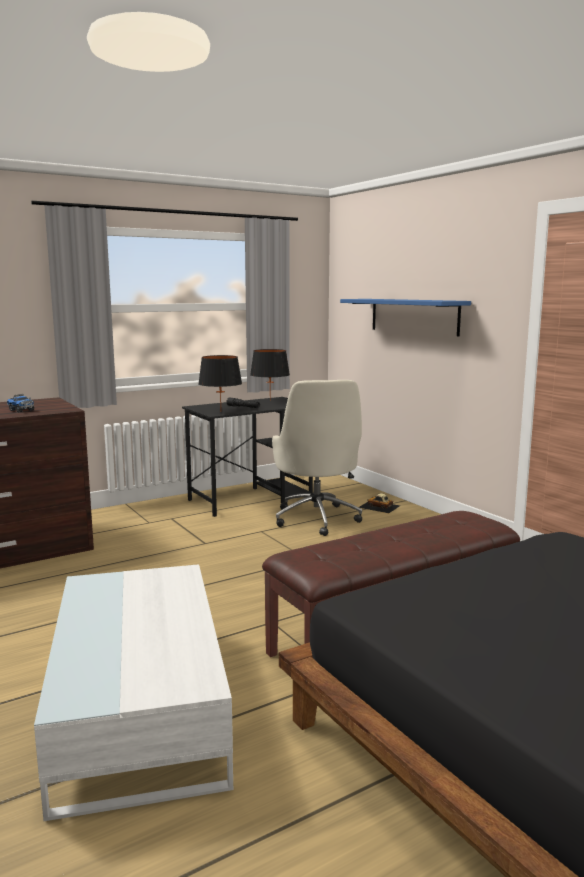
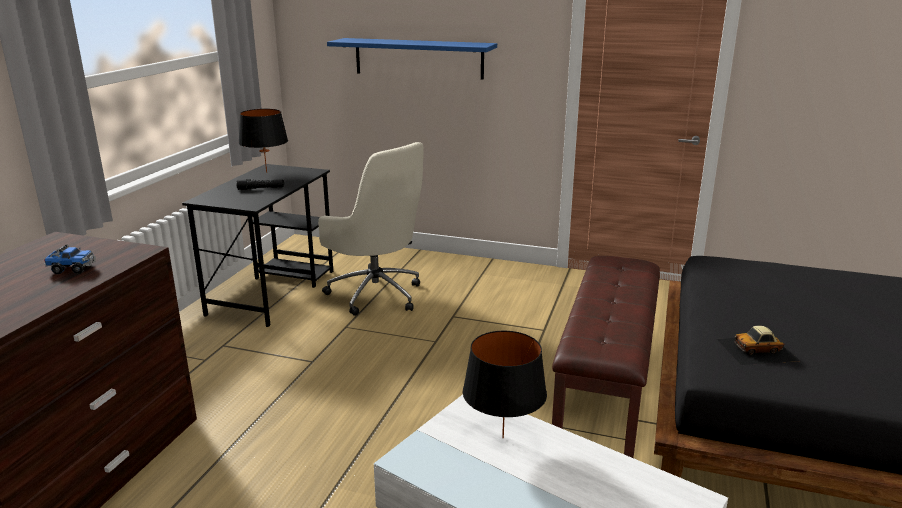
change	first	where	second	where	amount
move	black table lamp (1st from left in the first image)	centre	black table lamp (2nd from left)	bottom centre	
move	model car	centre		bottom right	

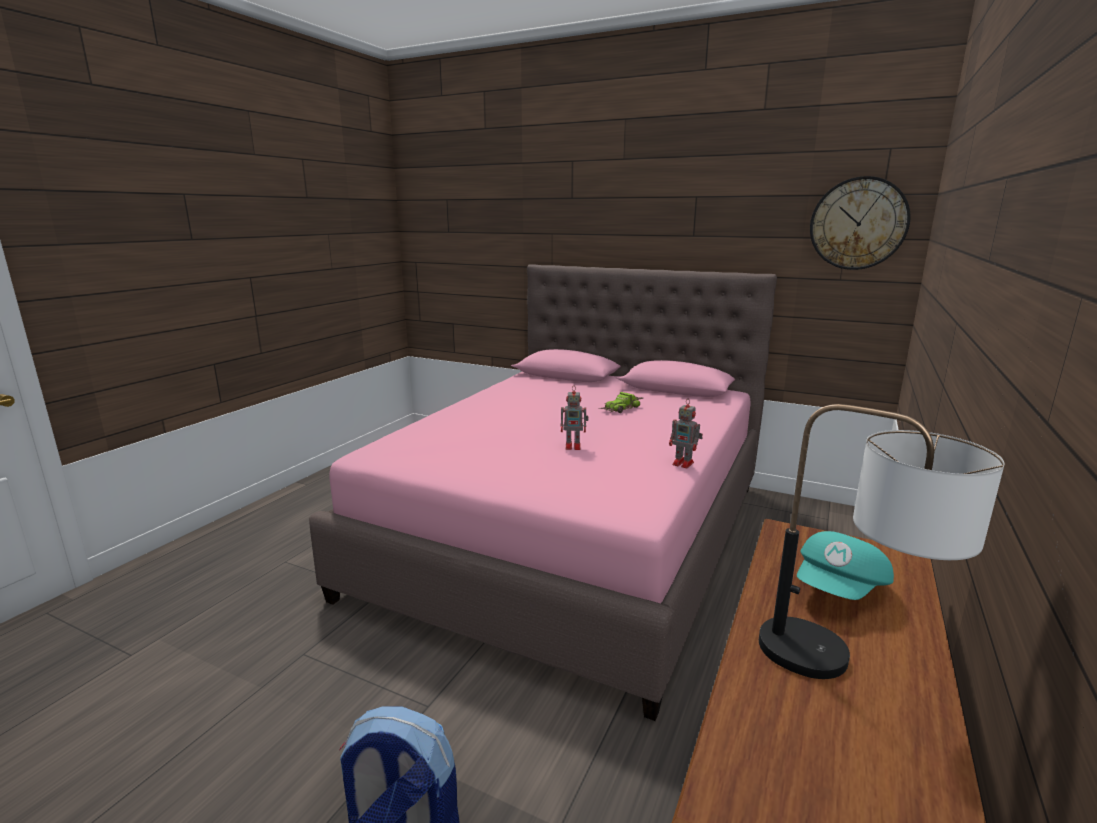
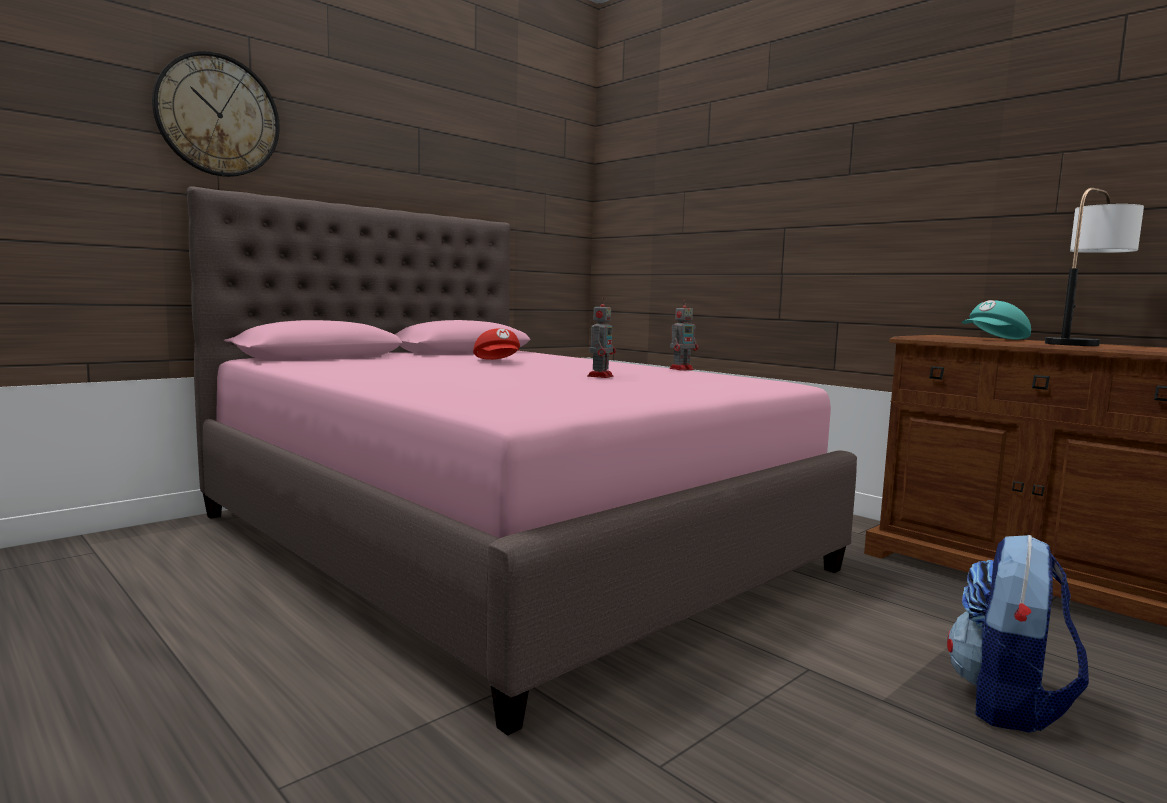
change	first	where	second	where	amount
replace	model car	centre	red baseball cap	centre	
rotate	turquoise baseball cap	bottom right		middle right	90 degrees clockwise
move	clock on the wall	top right		top left	

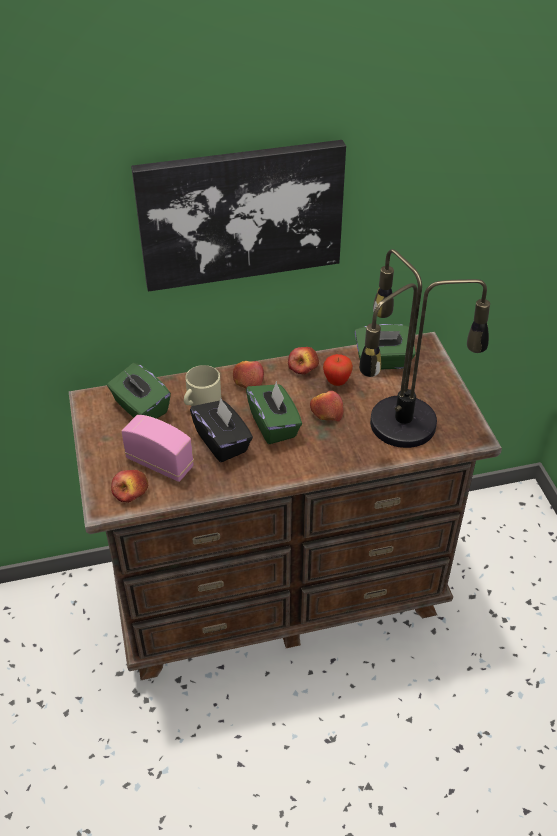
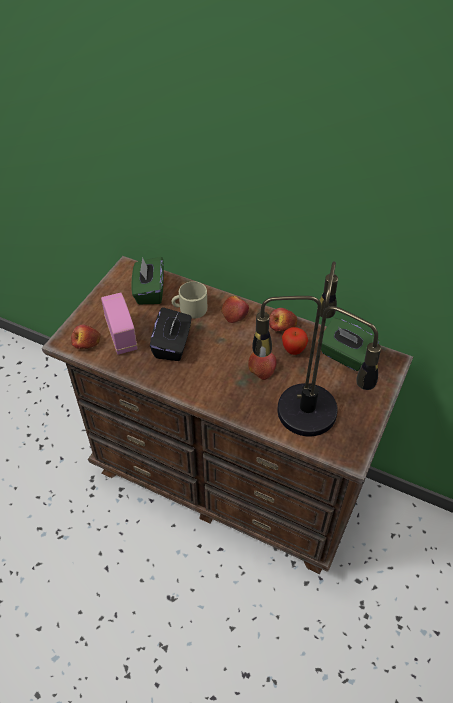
change	first	where	second	where	amount
delete	wall picture	top centre			
delete	green-coloured tissue box (2nd from left)	centre			

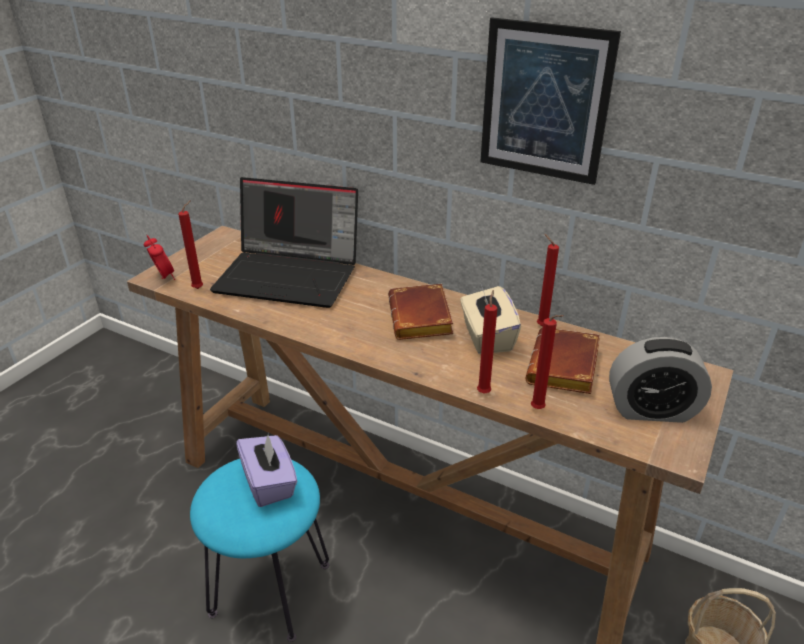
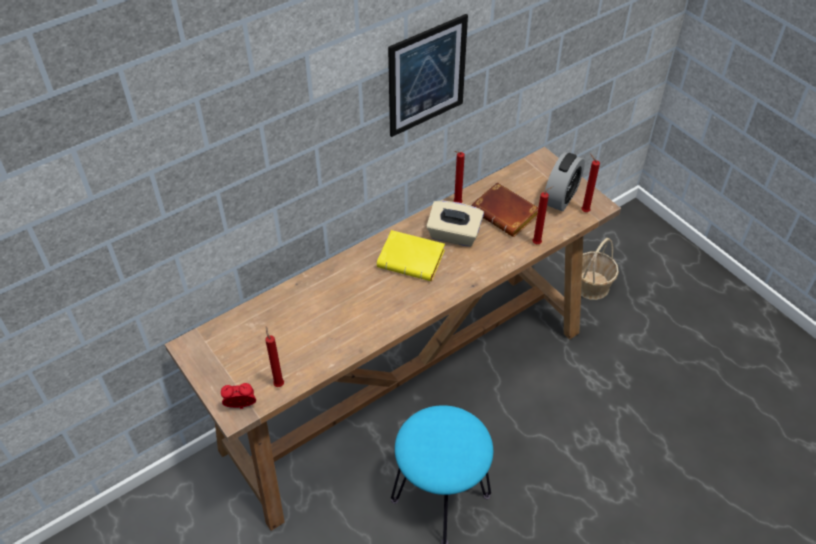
change	first	where	second	where	amount
delete	laptop	centre			
delete	purple tissue box	bottom left			
recolor	brownish bound book (1st from left)	centre	yellow-coloured bound book	centre	
move	red wax light (2nd from left in the first image)	centre	red wax light (4th from left)	middle right	

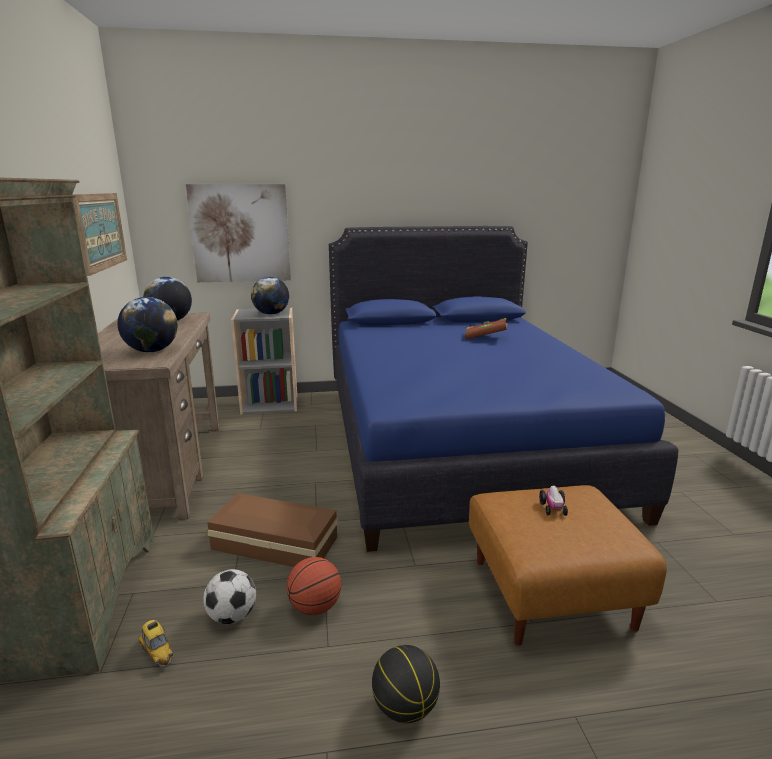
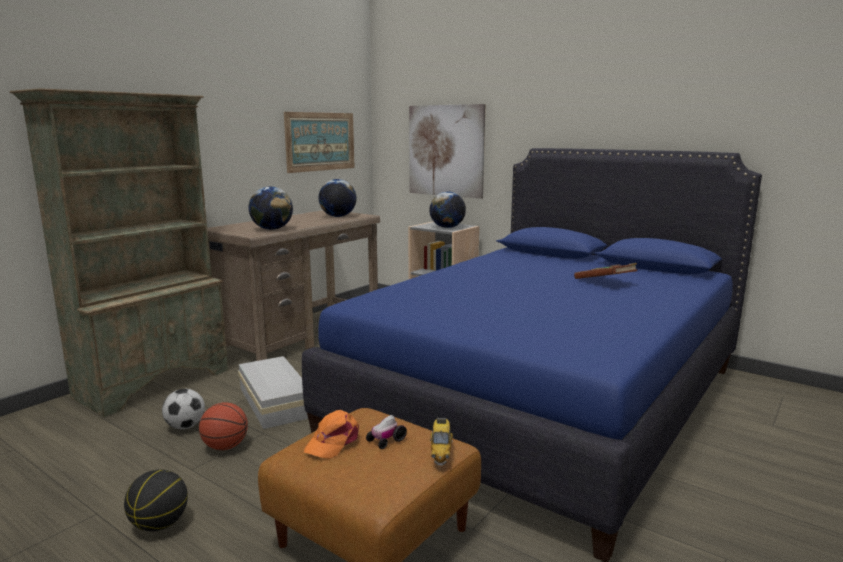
change	first	where	second	where	amount
move	model car (1st from left in the first image)	bottom left	model car (2nd from left)	bottom centre	
recolor	brownish storage container	bottom centre	white-coloured storage container	bottom left	
insert			orange baseball cap	bottom centre	

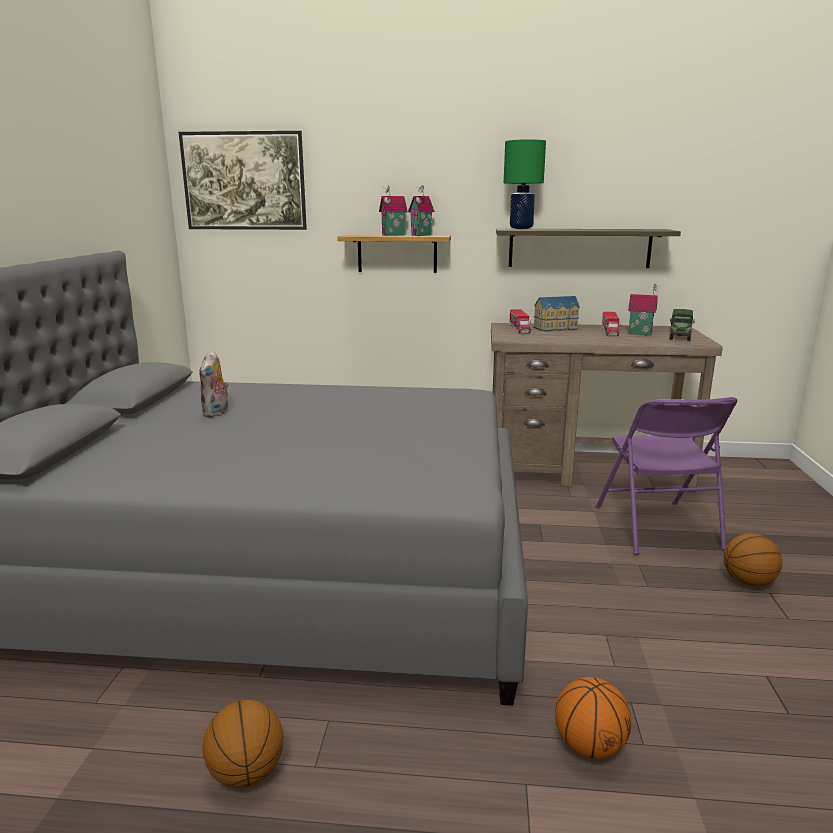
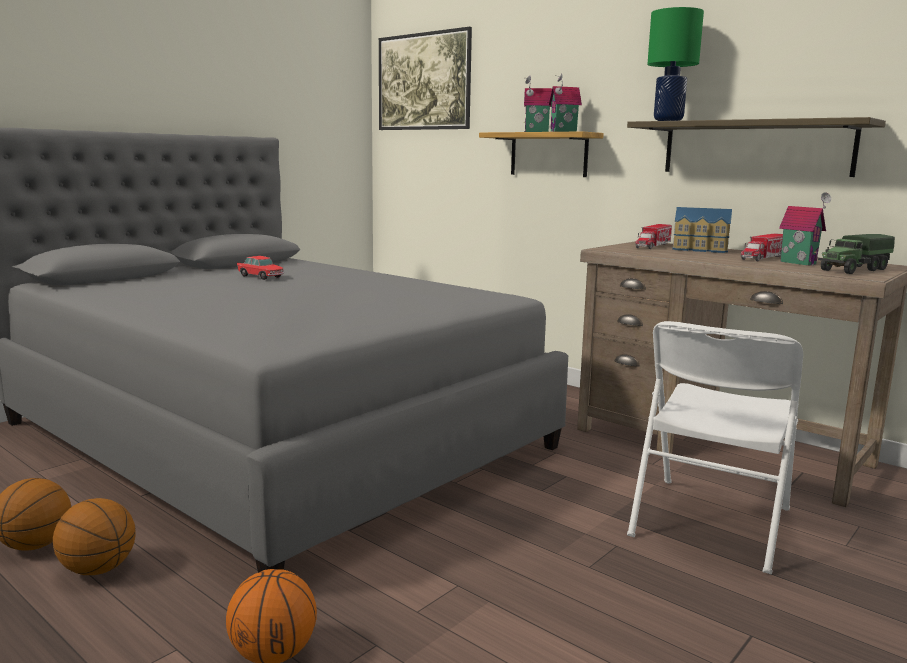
change	first	where	second	where	amount
replace	plush toy	middle left	model car	middle left	
recolor	purple chair	middle right	white-coloured chair	bottom right	
move	ball for basketball (3rd from left in the first image)	bottom right	ball for basketball (2nd from left)	bottom left	

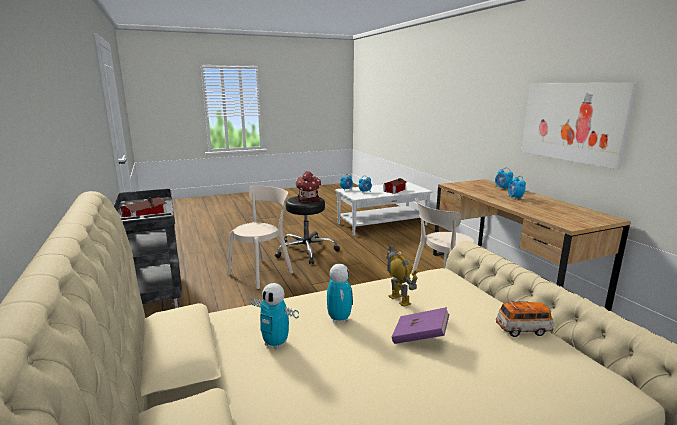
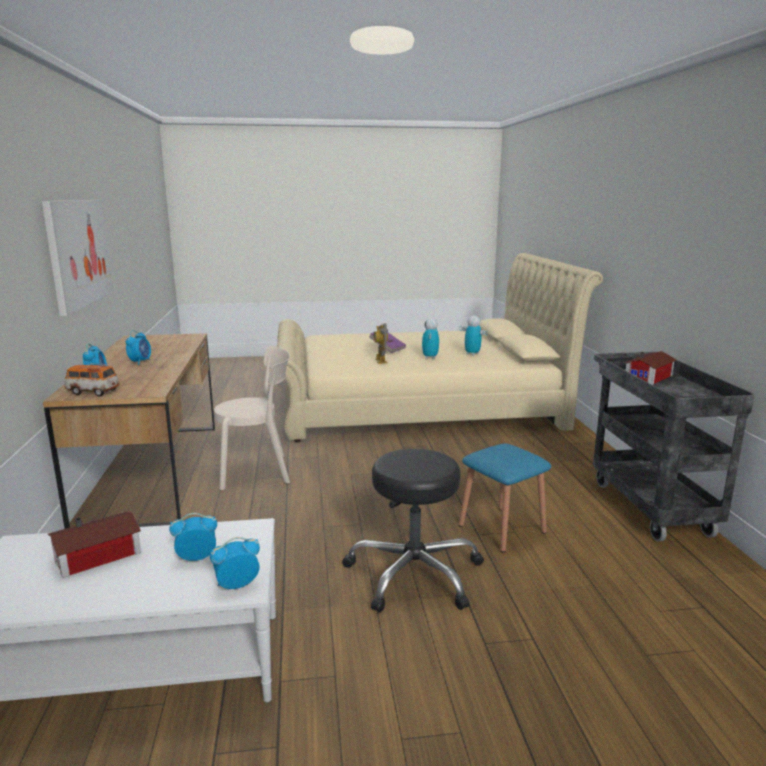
change	first	where	second	where	amount
replace	sand-coloured chair (1st from left)	centre	blue stool	centre	
delete	miniature house (2nd from left)	centre			
move	model car	bottom right		middle left	

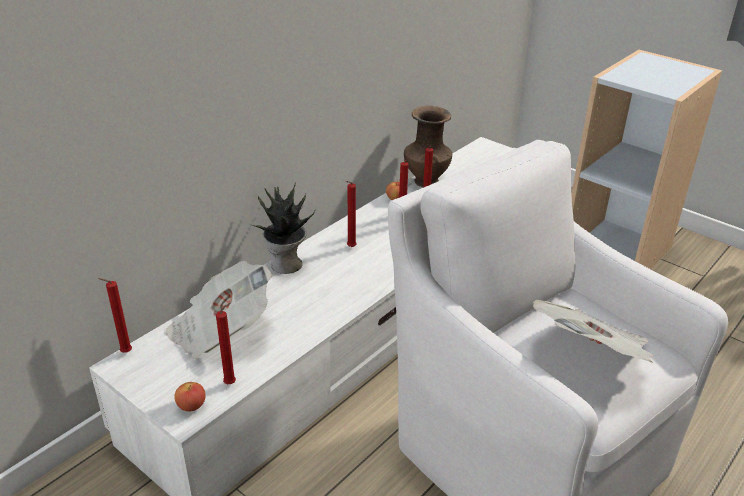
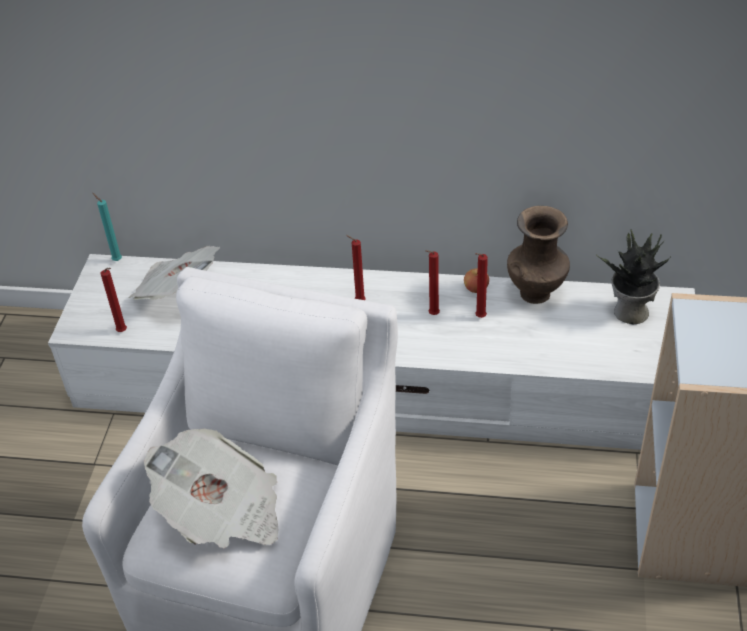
change	first	where	second	where	amount
recolor	red wax light (1st from left)	middle left	turquoise wax light	middle left	
delete	whole apple (1st from left)	bottom left			
move	houseplant	centre		middle right	

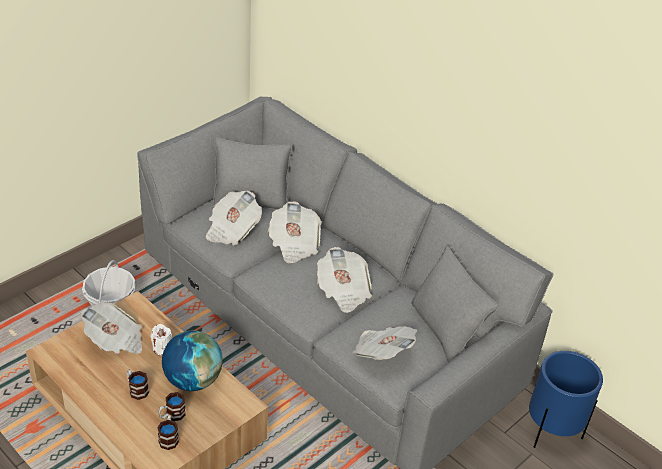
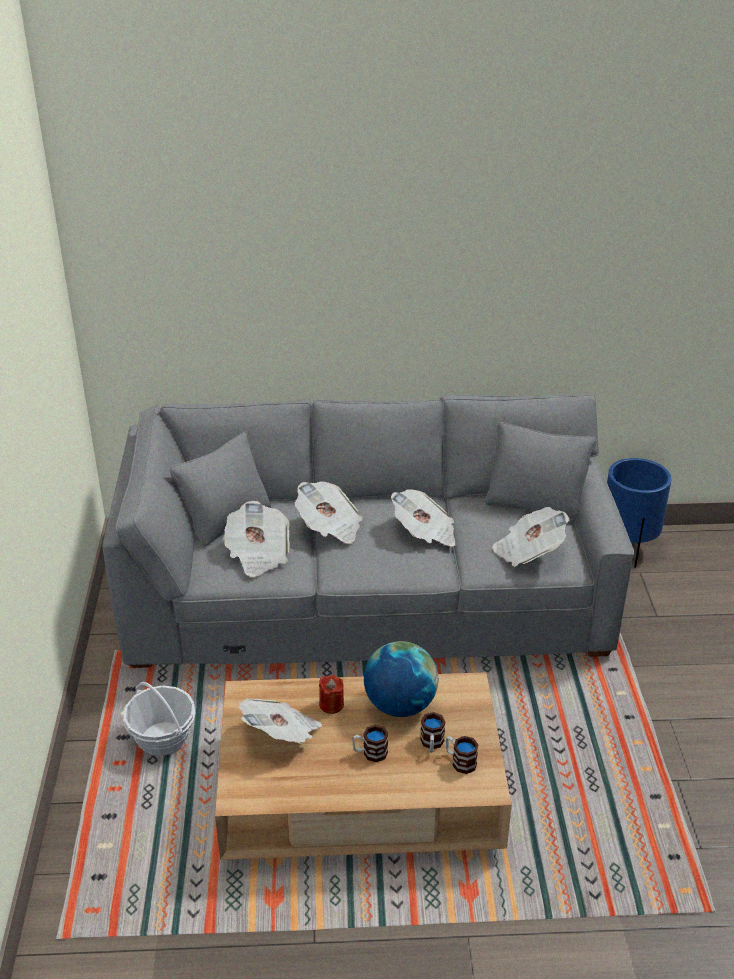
change	first	where	second	where	amount
recolor	white-coloured wax light	bottom left	red wax light	bottom centre	

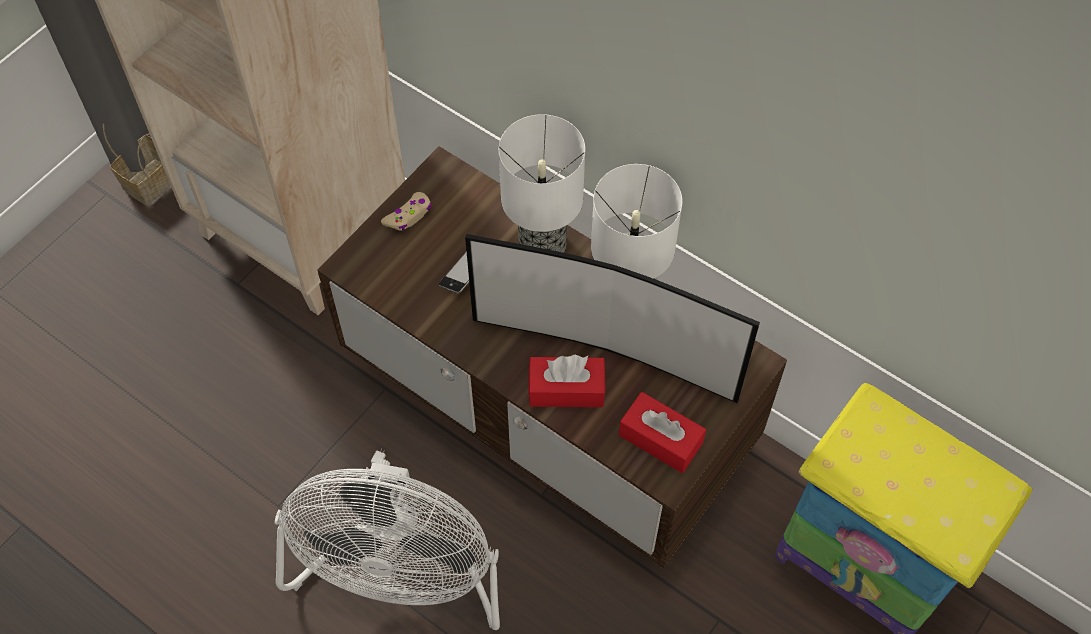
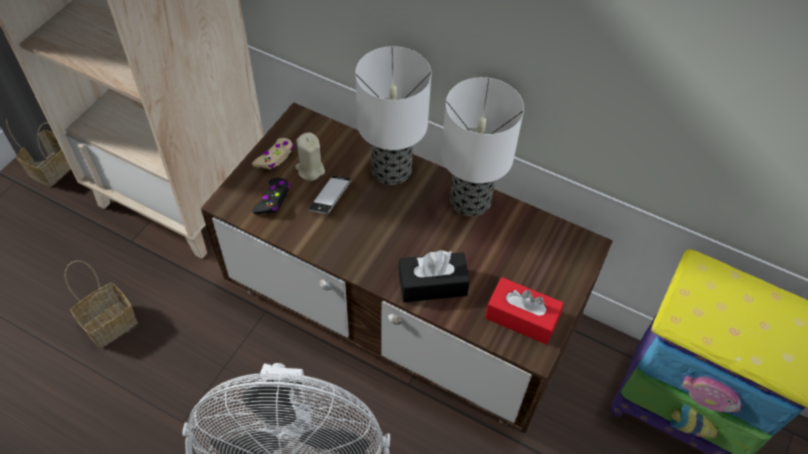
change	first	where	second	where	amount
delete	TV set	centre			
recolor	red tissue box (1st from left)	centre	black tissue box	centre	
insert			household basket (2nd from left)	bottom left	
insert			black game controller	centre	
insert			sand-coloured wax light	centre	

